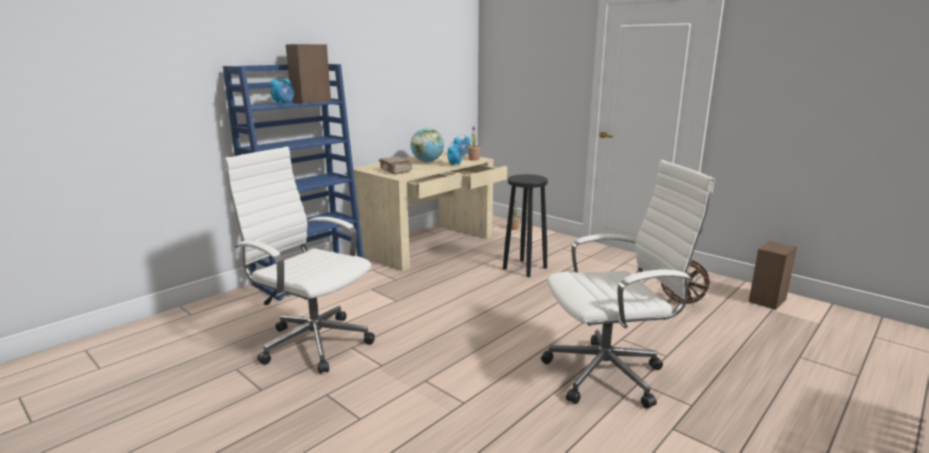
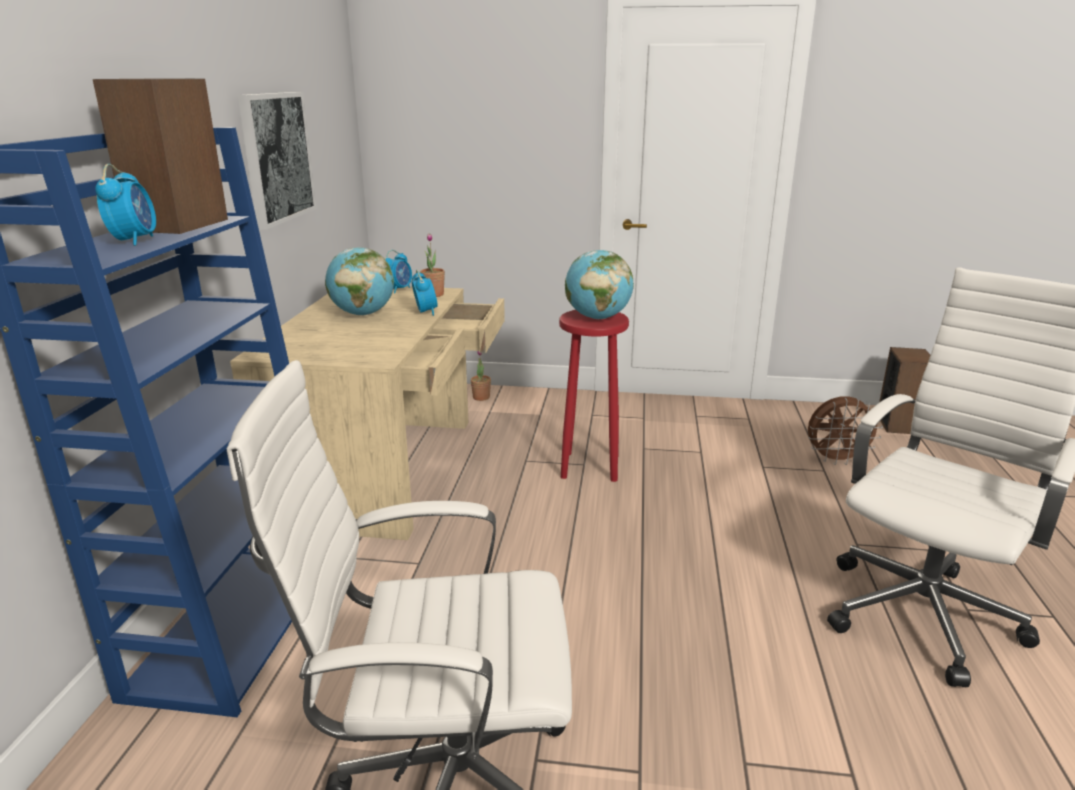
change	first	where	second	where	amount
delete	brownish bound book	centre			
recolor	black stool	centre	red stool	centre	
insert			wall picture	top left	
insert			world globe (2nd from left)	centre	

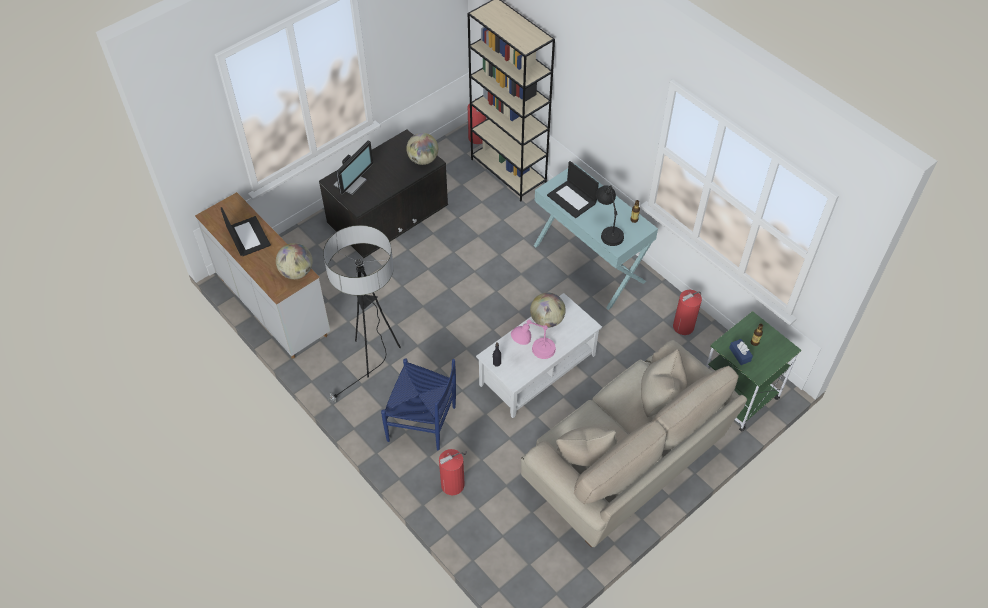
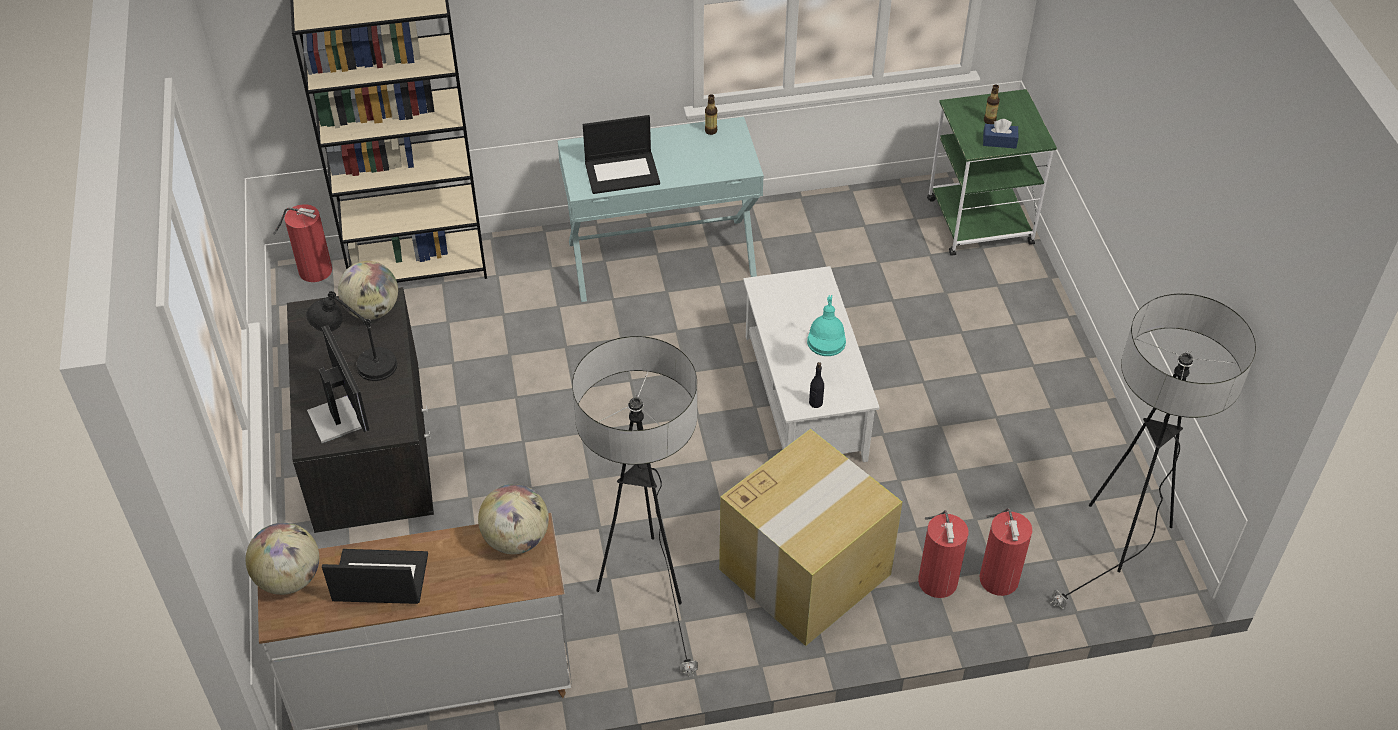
change	first	where	second	where	amount
replace	blue chair	centre	cardboard box	bottom centre	
recolor	pinkish table lamp	centre	turquoise table lamp	centre	
delete	sand-coloured sofa	bottom centre			
move	world globe (3rd from left in the first image)	centre	world globe (1st from left)	bottom left	
move	black table lamp	centre		middle left	
move	extinguisher (3rd from left)	middle right		bottom right	
insert			standing lamp (2nd from left)	middle right	

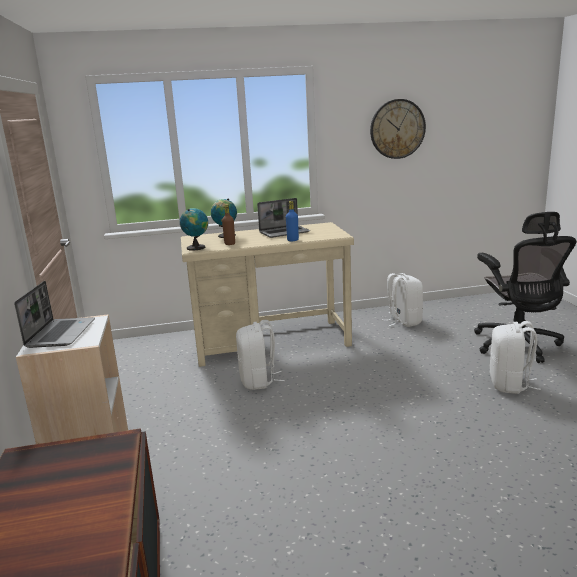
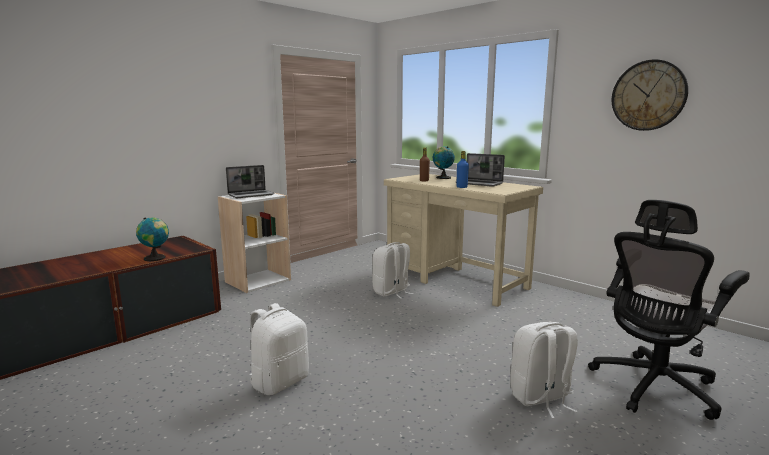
change	first	where	second	where	amount
move	world globe (1st from left)	centre		middle left	
move	white-coloured backpack (2nd from left in the first image)	middle right	white-coloured backpack (1st from left)	bottom centre	

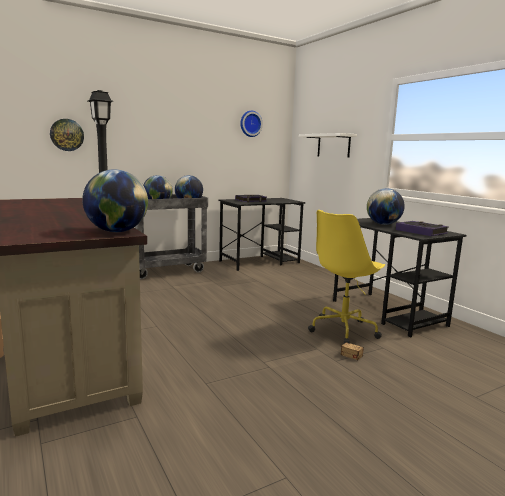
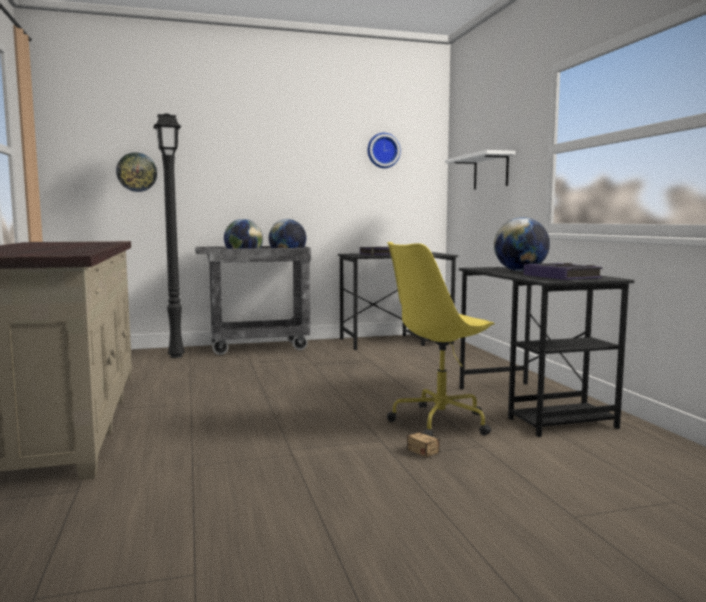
change	first	where	second	where	amount
delete	world globe (1st from left)	middle left			

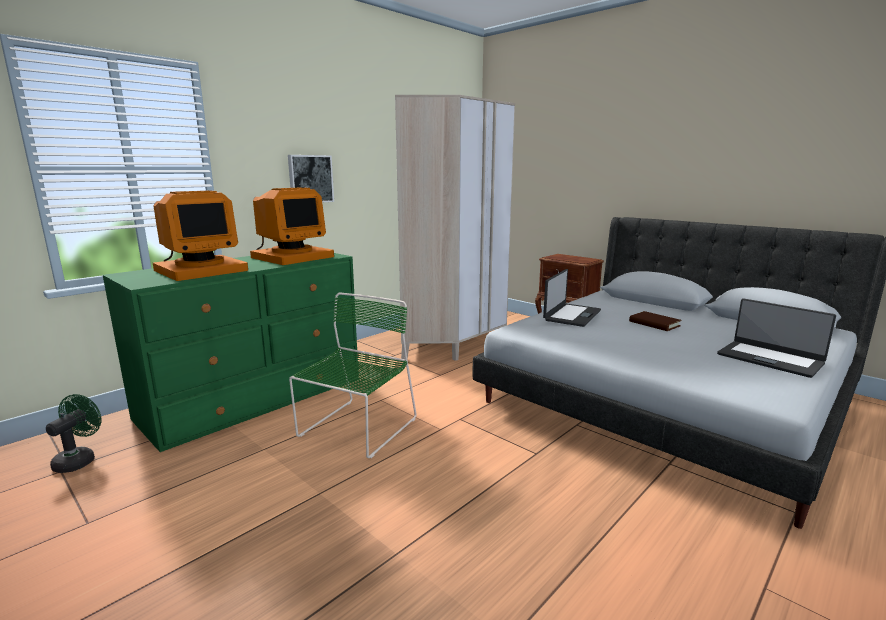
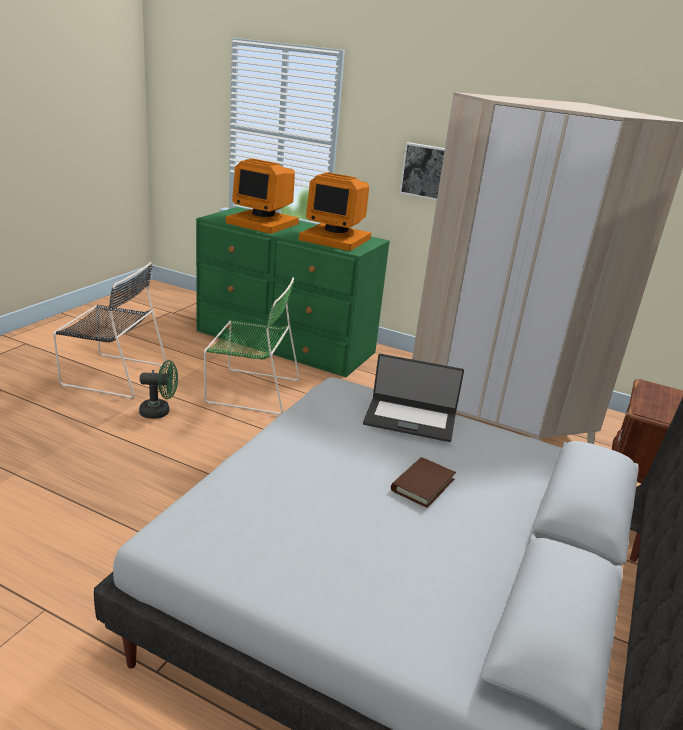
change	first	where	second	where	amount
move	green-coloured cooling fan	bottom left		middle left	
delete	laptop (2nd from left)	middle right			
insert			black chair	middle left	

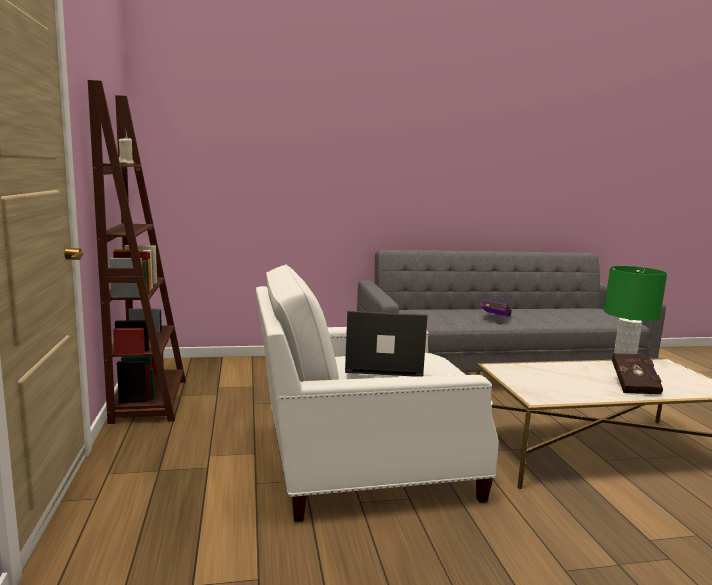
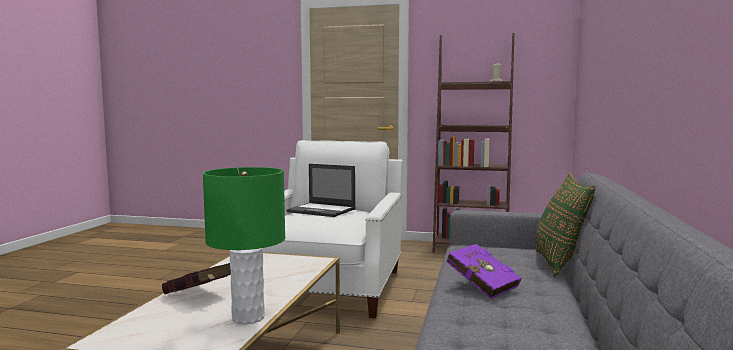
change	first	where	second	where	amount
rotate	laptop	centre		centre	90 degrees clockwise
insert			green-coloured throw pillow	middle right	

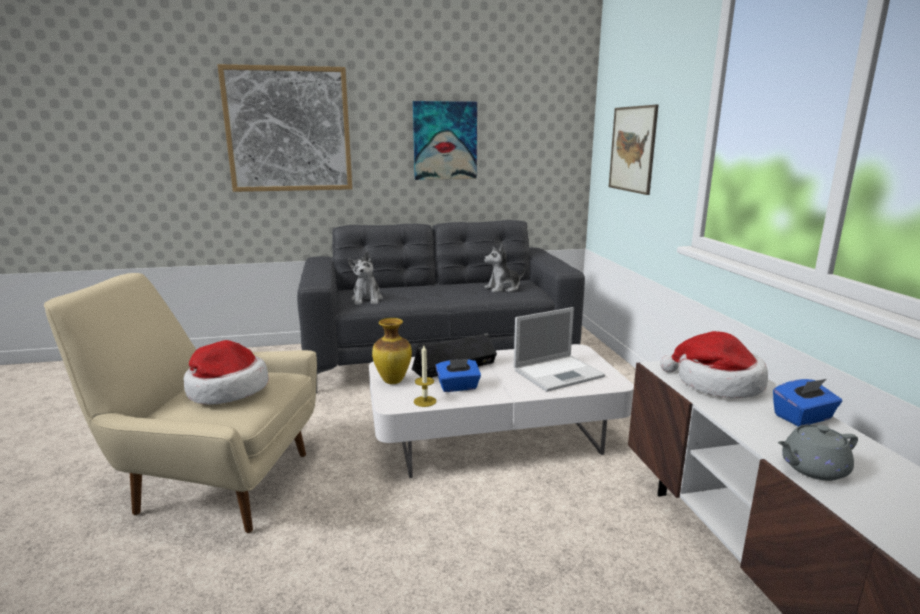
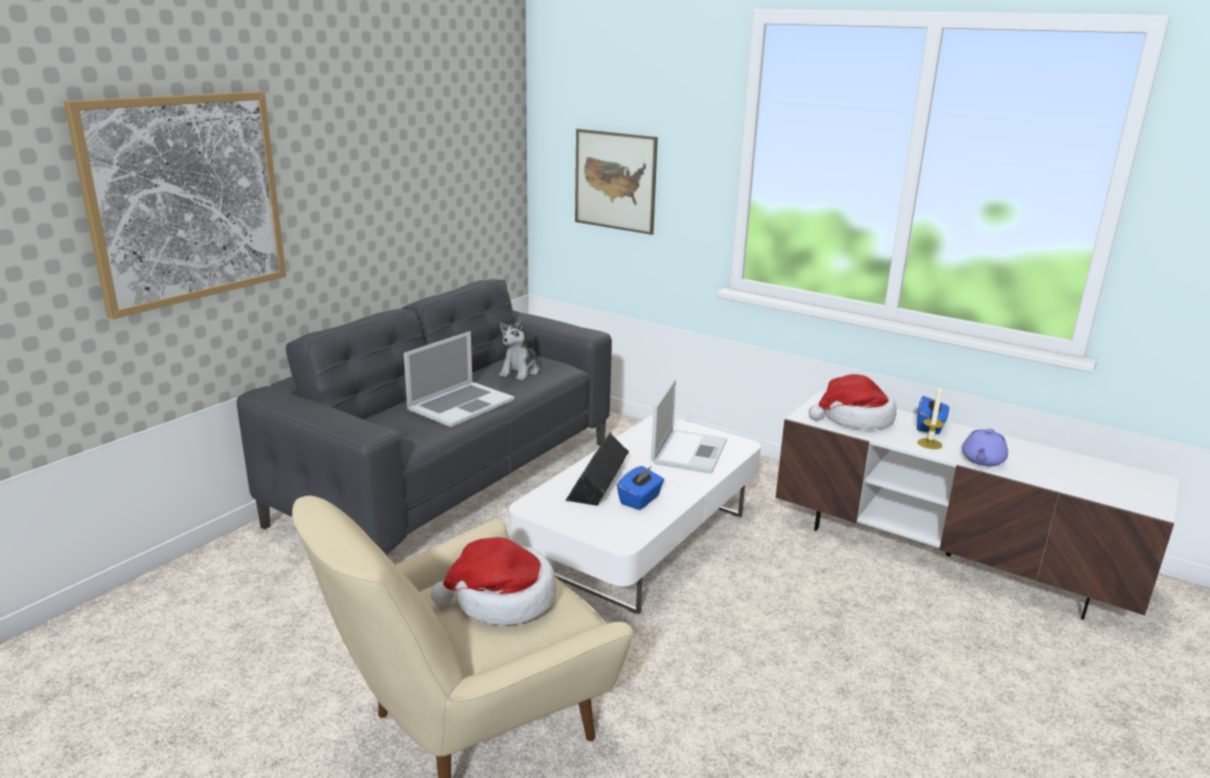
change	first	where	second	where	amount
delete	plush toy (1st from left)	centre			
delete	flower vase	centre			
delete	wall picture (2nd from left)	top centre			
move	wax light	centre		middle right	
recolor	gray tea pot	bottom right	purple tea pot	middle right	
insert			laptop (1st from left)	centre	

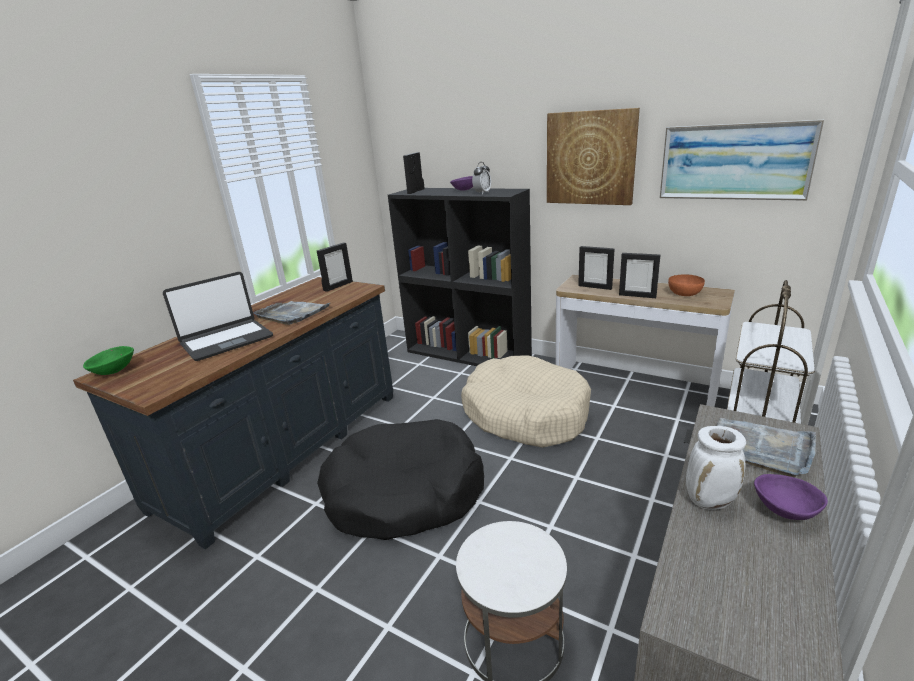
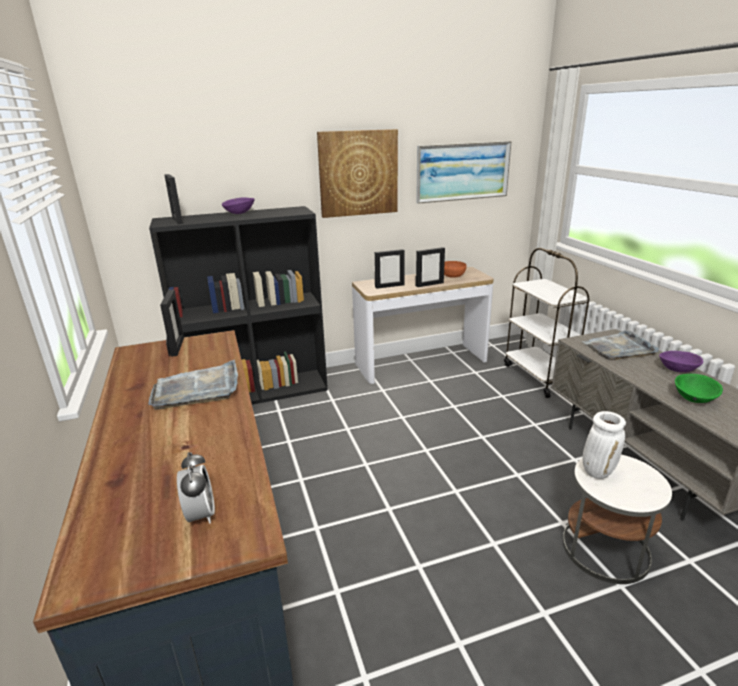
change	first	where	second	where	amount
move	green-coloured deep dish	middle left		middle right	
delete	laptop	middle left			
delete	black pet bed	bottom centre			
delete	sand-coloured pet bed	centre			
move	table clock	top centre		bottom left	
move	white-coloured flower vase	bottom right		middle right	

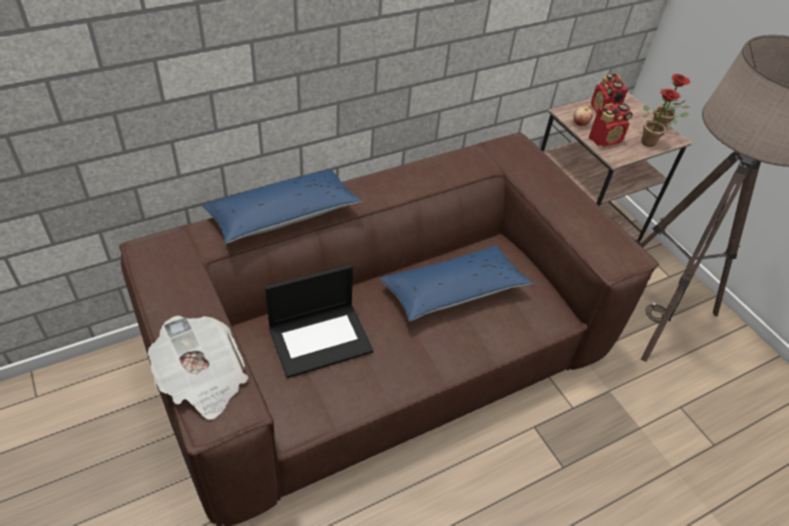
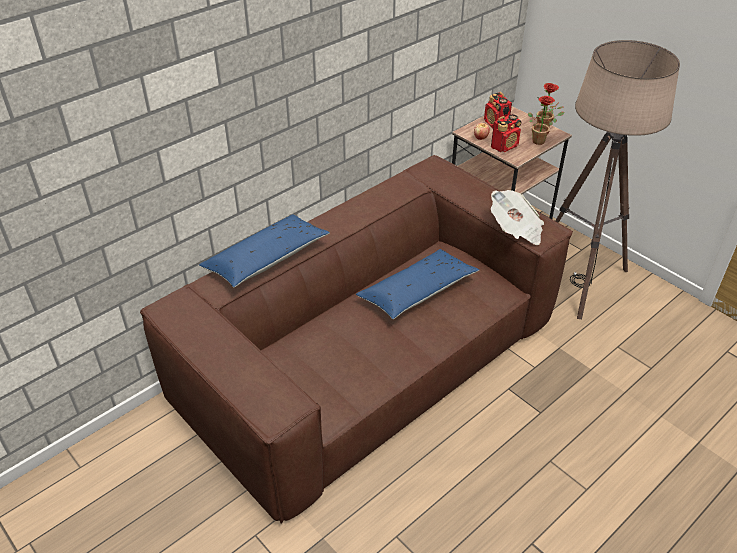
change	first	where	second	where	amount
move	printed paper	bottom left		middle right	
delete	laptop	centre			

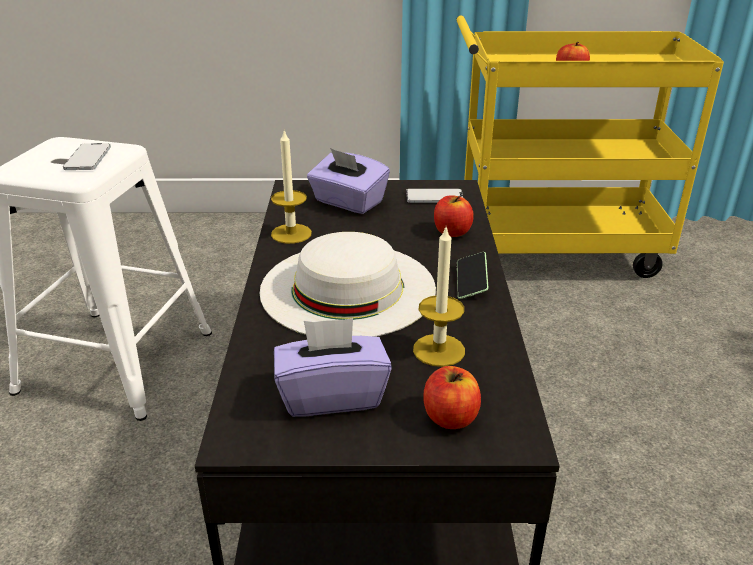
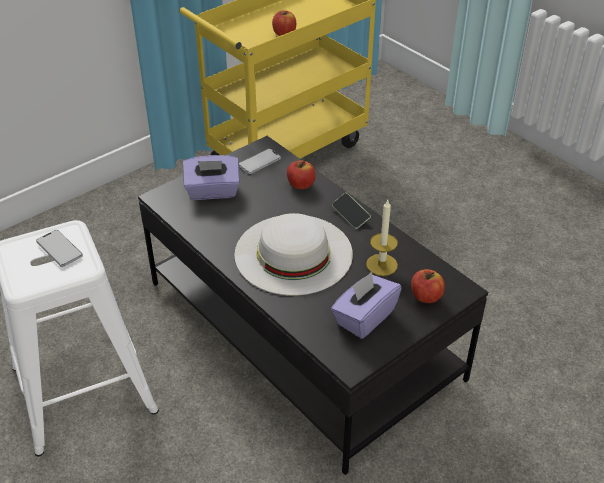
change	first	where	second	where	amount
delete	wax light (1st from left)	top centre			

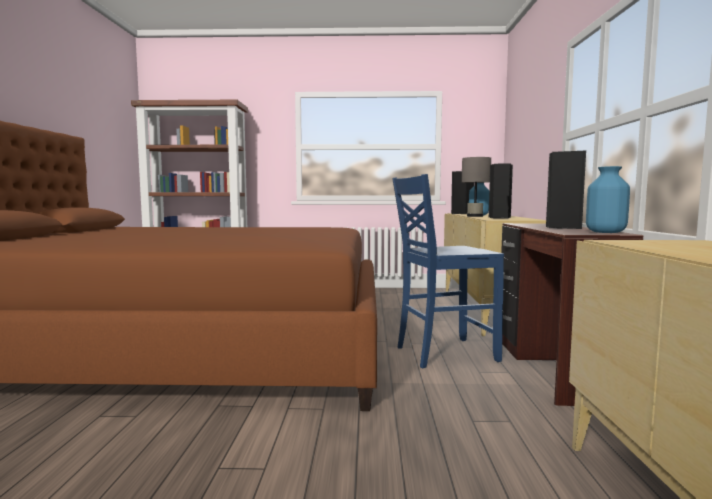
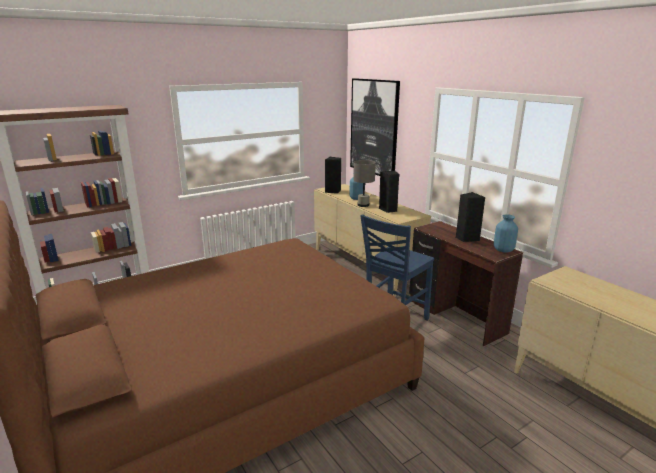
change	first	where	second	where	amount
insert			wall picture	top centre	

